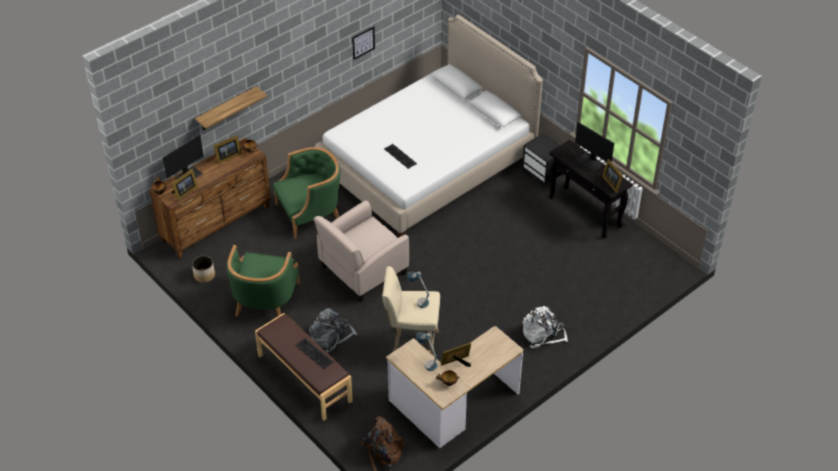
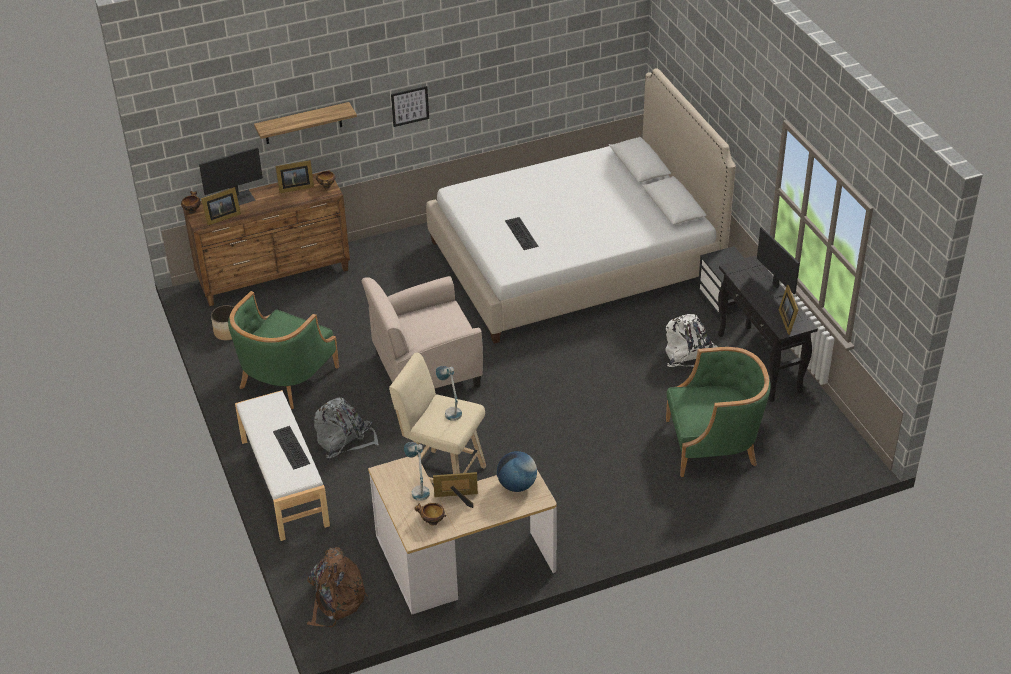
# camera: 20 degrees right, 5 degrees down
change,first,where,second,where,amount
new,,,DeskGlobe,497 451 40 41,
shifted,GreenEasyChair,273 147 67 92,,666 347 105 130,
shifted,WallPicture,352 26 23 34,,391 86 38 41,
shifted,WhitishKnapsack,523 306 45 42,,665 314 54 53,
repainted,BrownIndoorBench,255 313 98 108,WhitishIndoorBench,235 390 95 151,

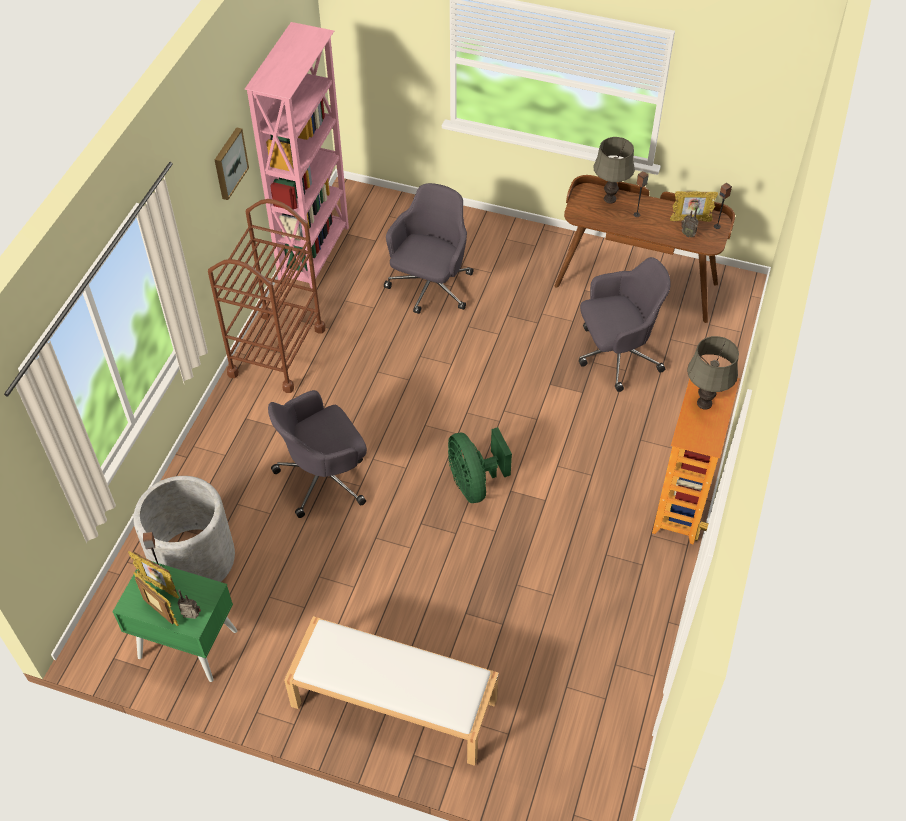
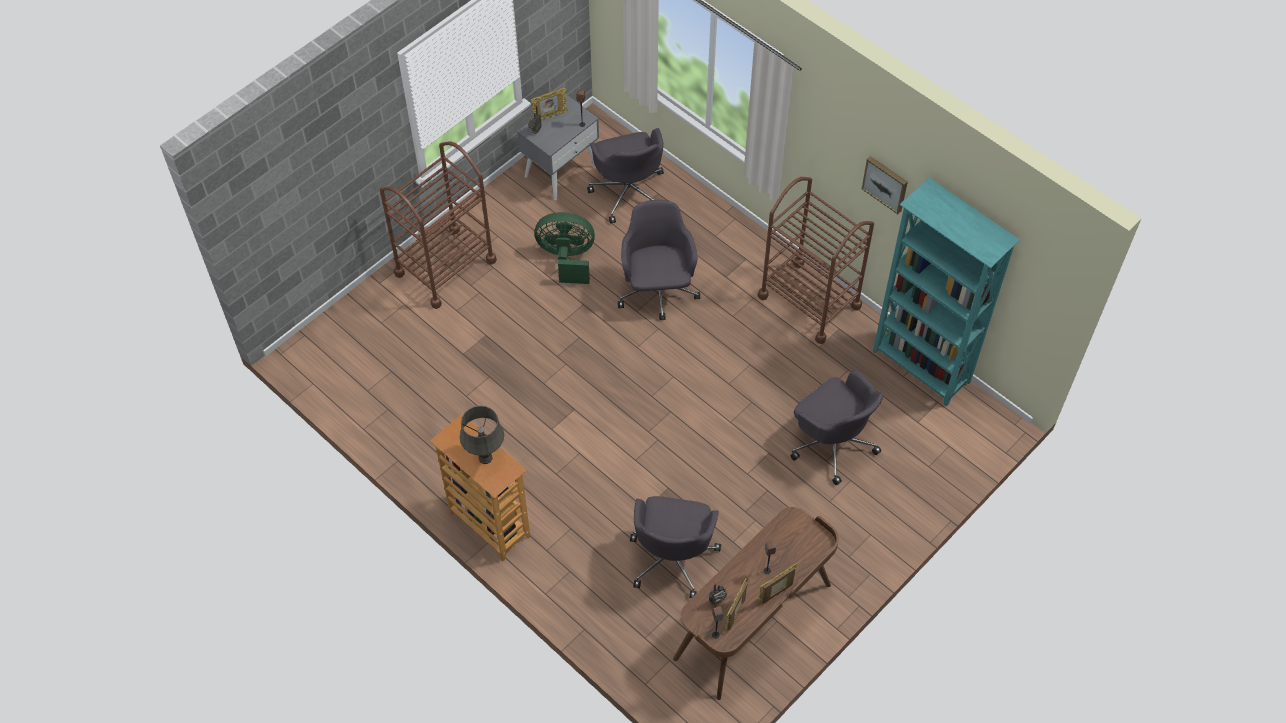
# camera: 115 degrees right, 5 degrees up
change,first,where,second,where,amount
gone,GrayLampForATable,593 137 42 66,,,
shifted,PhotoFrame,128 551 51 47,,757 563 40 42,
shifted,GreenElectricFan,448 427 64 76,,534 212 61 72,
swapped,GrayPlanter,133 476 102 106,GrayComputerChair,587 128 77 96,
swapped,WhitishIndoorBench,284 616 215 150,BrownWheeledCart,380 141 117 168,
repainted,GreenBedsideTable,113 561 124 121,GrayBedsideTable,517 94 82 106,
repainted,PinkishBookshelf,245 22 104 267,BlueGreenBookshelf,873 178 147 228,

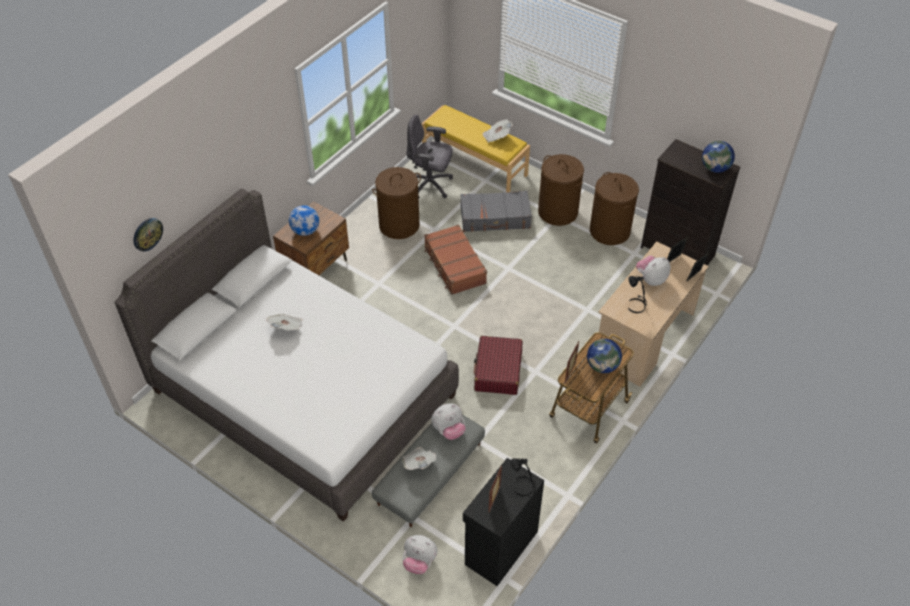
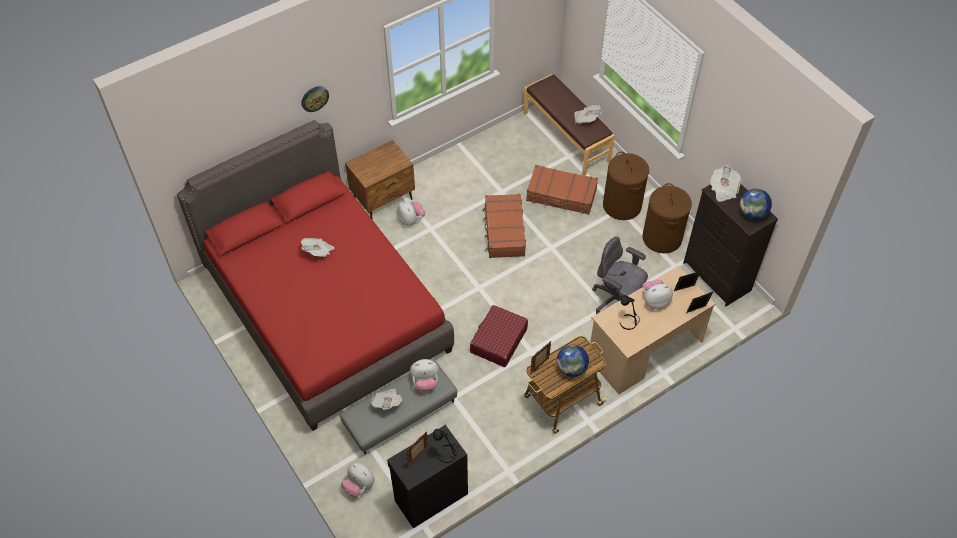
# camera: 20 degrees right, 5 degrees up
change,first,where,second,where,amount
gone,DeskGlobe,289 205 30 31,,,
gone,BrownWashingBasket,372 167 49 72,,,
new,,,CuddlyToy,397 200 28 26,
new,,,Newspaper,710 165 31 36,
shifted,WallClock,133 218 30 34,,301 86 28 26,
shifted,GrayComputerChair,406 115 47 83,,592 236 56 78,
repainted,WhitishBedroomBed,114 189 345 333,ReddishBedroomBed,177 120 277 311,
repainted,YellowishIndoorBench,422 105 108 87,BrownIndoorBench,523 74 92 102,
repainted,GrayPieceOfLuggage,460 191 72 41,BrownPieceOfLuggage,526 165 72 50,

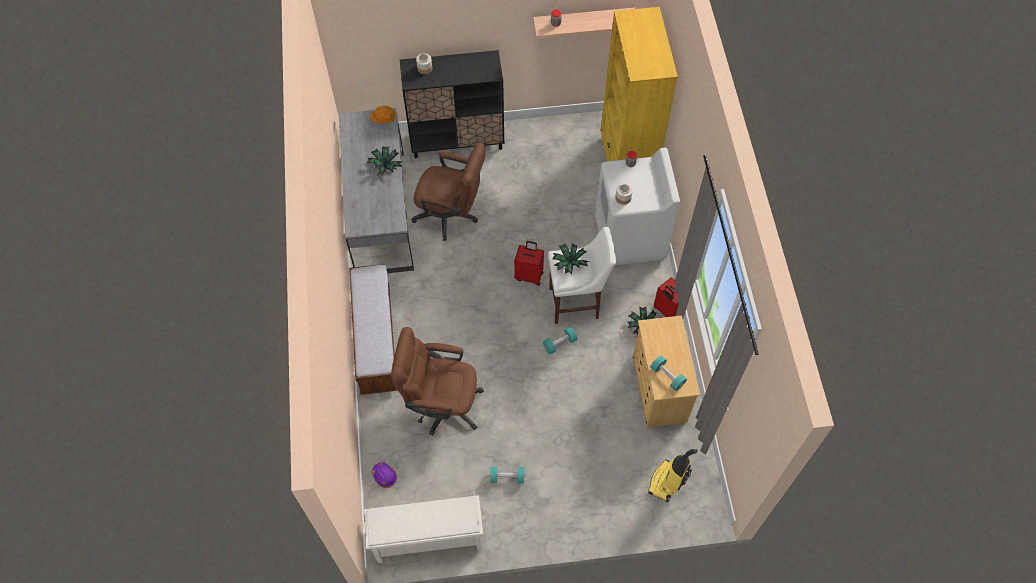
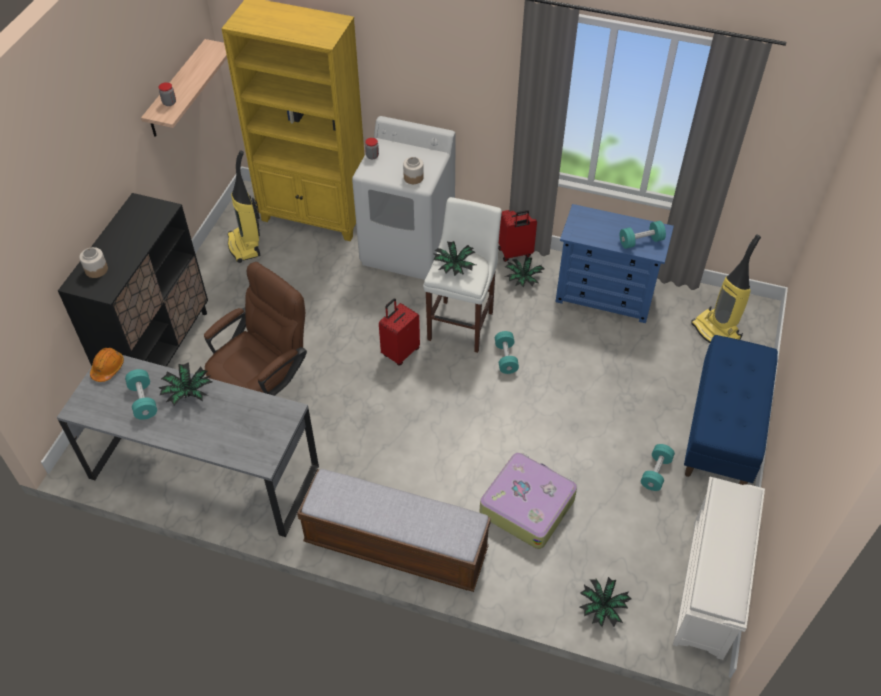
# camera: 65 degrees left, 10 degrees down
change,first,where,second,where,amount
new,,,BlueGreenHandWeight,125 369 32 51,
new,,,Hoover,227 150 34 113,
new,,,BlueColouredIndoorBench,684 335 94 150,
swapped,PurpleColouredWorkHelmet,372 462 25 26,PottedPlant,580 577 51 50,
swapped,BrownComputerChair,391 327 93 108,PieceOfLuggage,480 453 97 96,
repainted,SandColouredDrawerChest,633 316 67 111,BlueColouredDrawerChest,555 204 119 119,

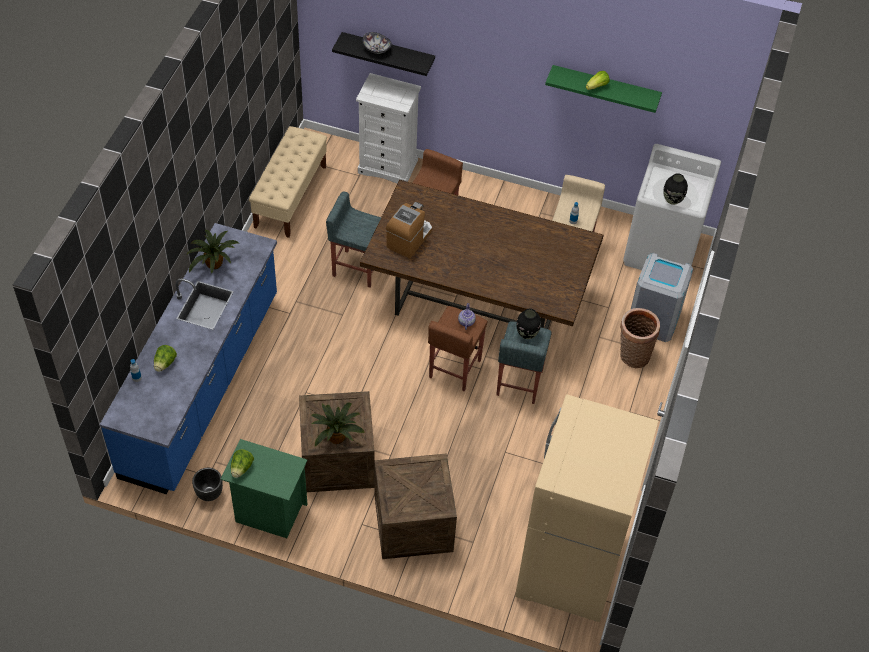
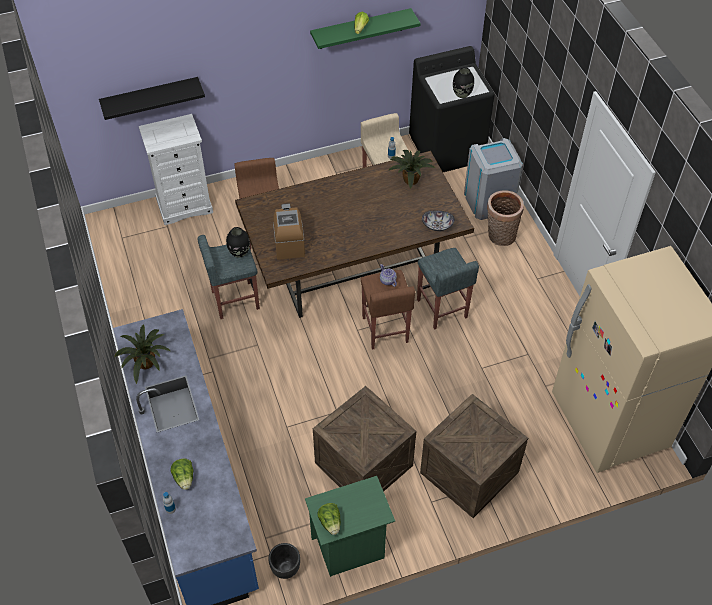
# camera: 35 degrees left, 0 degrees up
change,first,where,second,where,amount
gone,SandColouredIndoorBench,249 126 78 112,,,
shifted,PottedPlant,311 403 54 44,,389 150 46 39,
shifted,DeepDish,362 32 30 22,,422 210 33 21,
shifted,BlackColouredFlowerVase,516 309 25 30,,226 227 24 31,
repainted,WhitishLaundryAppliance,623 144 98 126,BlackColouredLaundryAppliance,409 46 86 126,

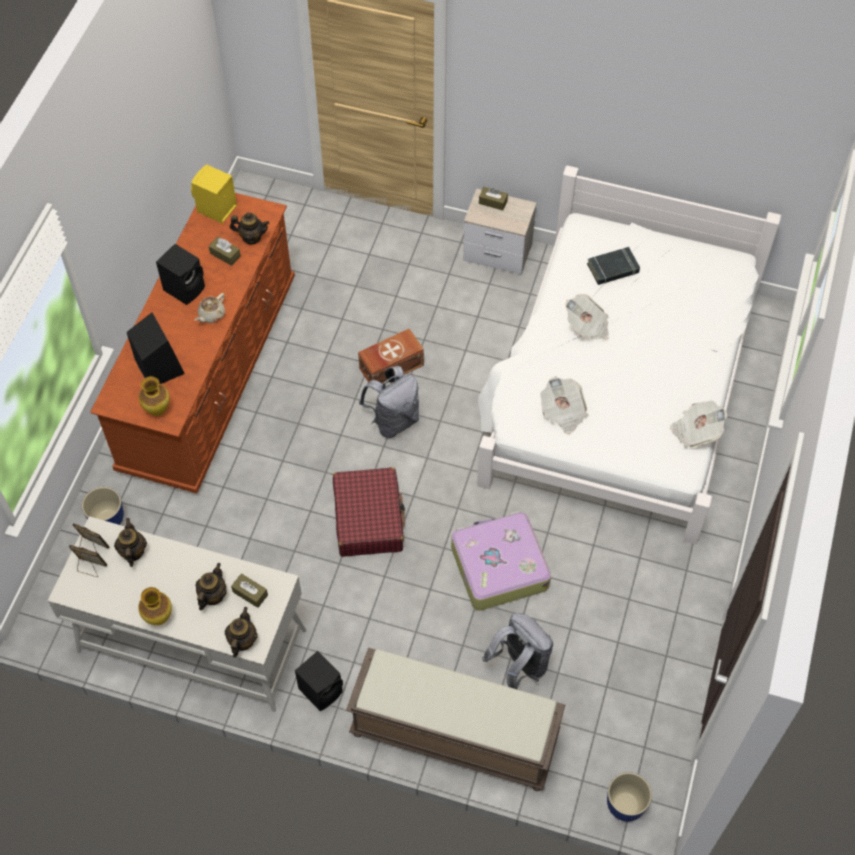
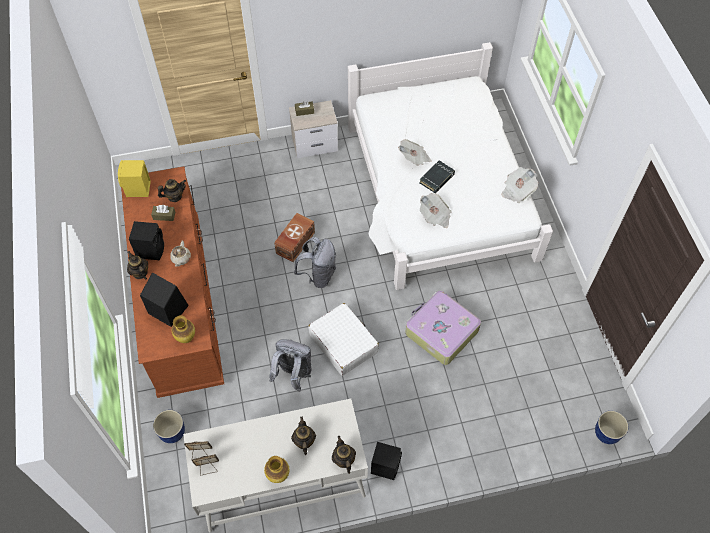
# camera: 30 degrees left, 0 degrees up
change,first,where,second,where,amount
gone,BrownTissueBox,231 573 37 35,,,
gone,BrownIndoorBench,346 648 219 143,,,
shifted,Teapot,114 518 33 49,,127 251 21 28,
shifted,GrayKnapsack,482 613 71 77,,269 339 43 53,
shifted,BlackColouredBook,587 247 53 38,,419 160 36 33,
repainted,ReddishPieceOfLuggage,333 467 72 90,WhitishPieceOfLuggage,308 303 71 73,

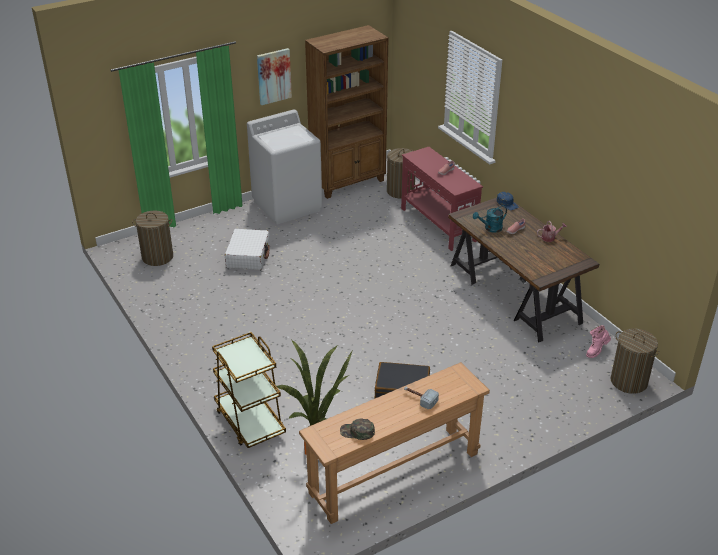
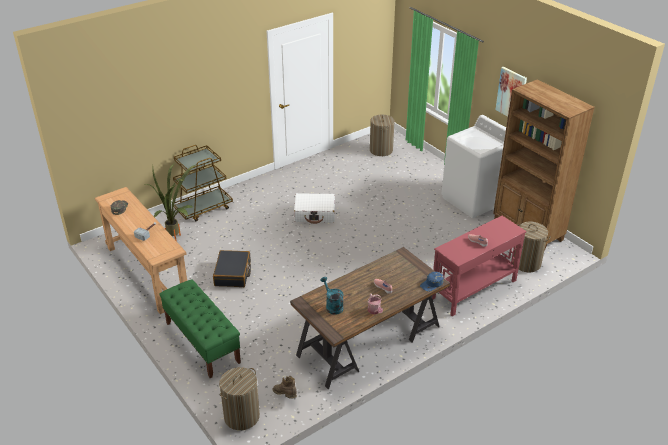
# camera: 85 degrees right, 0 degrees up
change,first,where,second,where,amount
new,,,GreenIndoorBench,159 279 82 99,
shifted,WhitishPieceOfLuggage,225 229 45 41,,294 193 41 31,
shifted,BlueGreenSprinklingCan,473 206 34 26,,320 277 24 38,
repainted,PinkishHighTopBoot,586 325 25 33,BrownHighTopBoot,273 376 24 23,

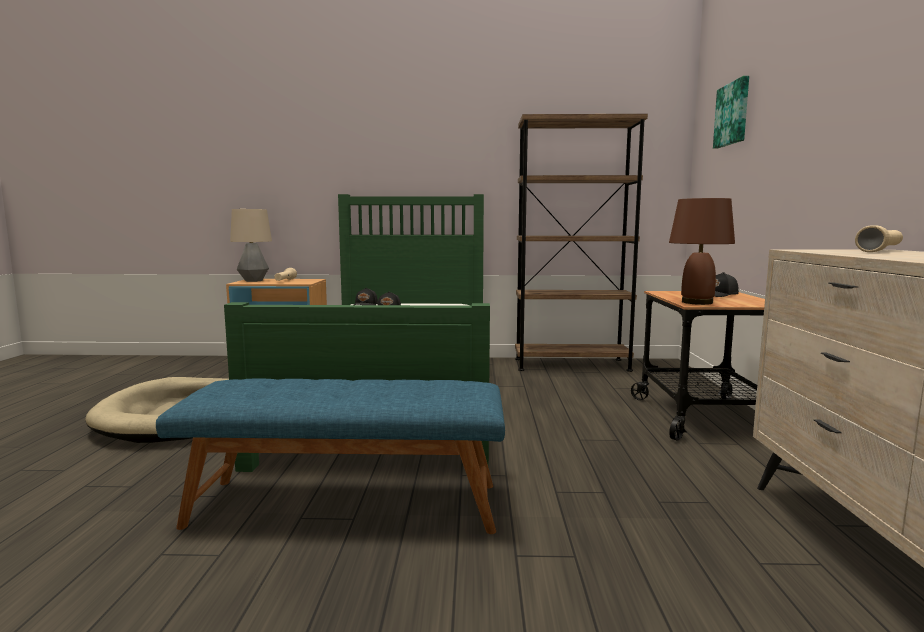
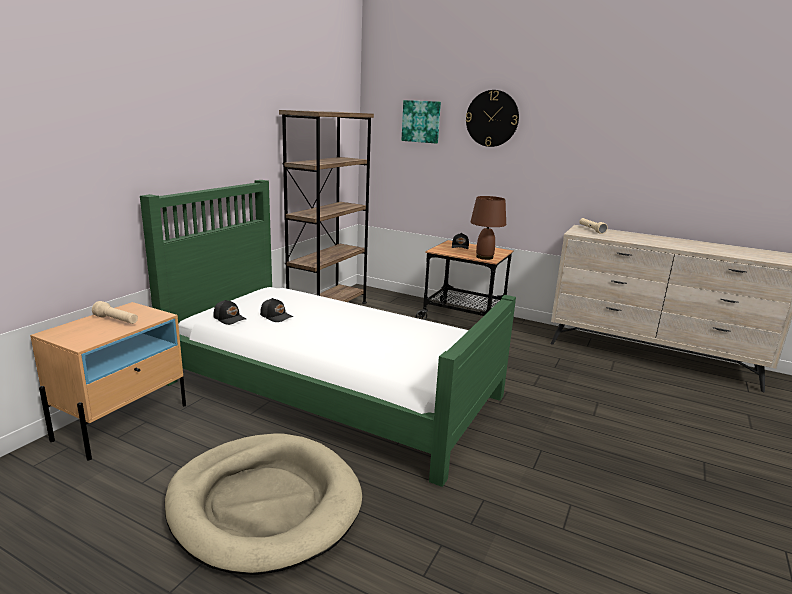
# camera: 65 degrees left, 10 degrees up
change,first,where,second,where,amount
gone,BlueColouredIndoorBench,156 379 349 155,,,
gone,LampForATable,230 209 42 73,,,
new,,,WallClock,466 90 53 57,

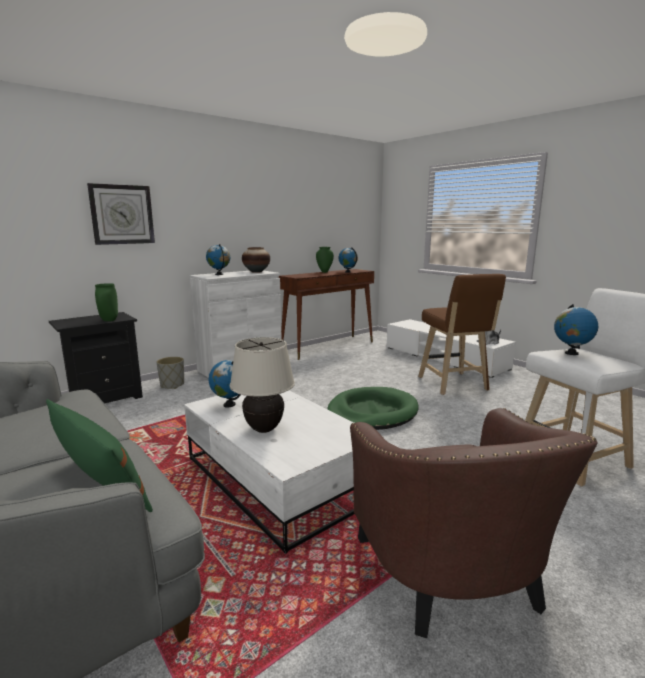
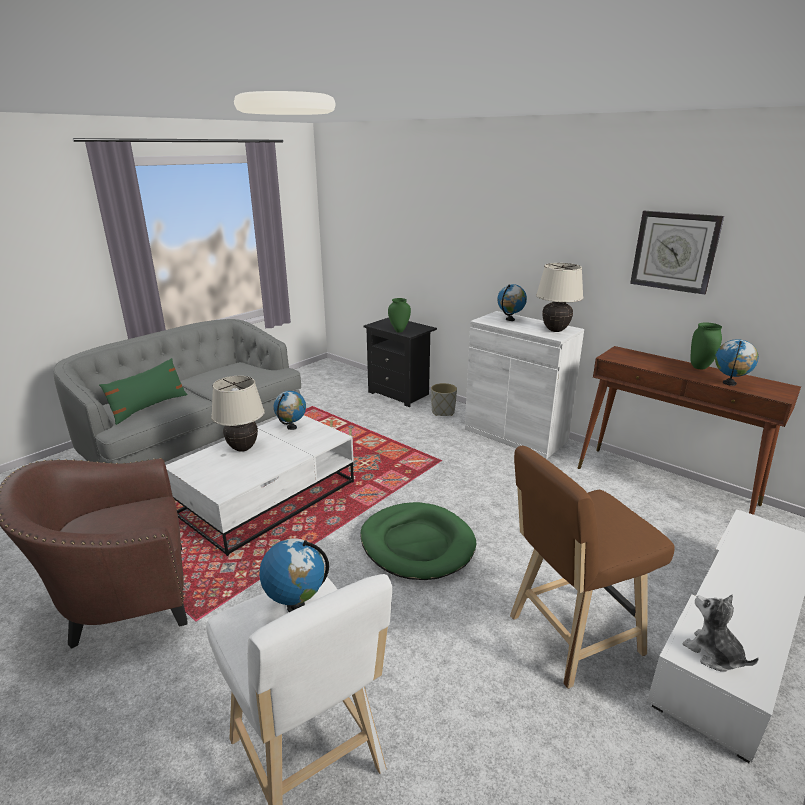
# camera: 80 degrees right, 10 degrees up
change,first,where,second,where,amount
shifted,WallClock,87 183 68 62,,630 211 94 84,
swapped,FlowerVase,242 247 28 26,SandColouredLampForATable,536 263 48 69,

